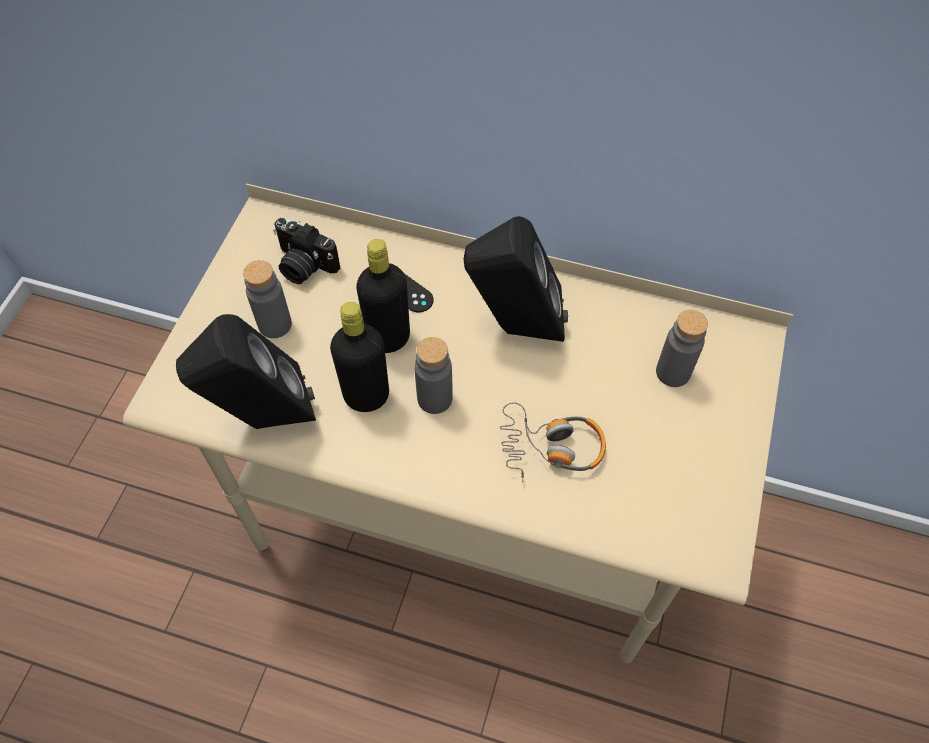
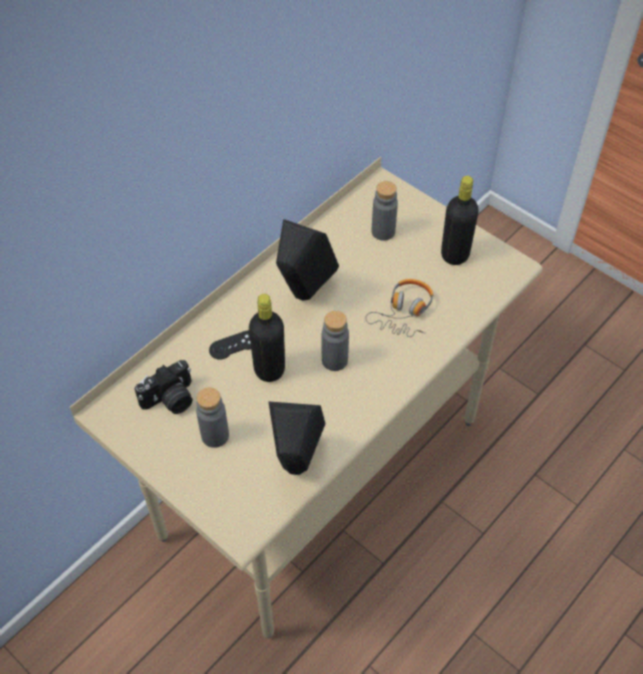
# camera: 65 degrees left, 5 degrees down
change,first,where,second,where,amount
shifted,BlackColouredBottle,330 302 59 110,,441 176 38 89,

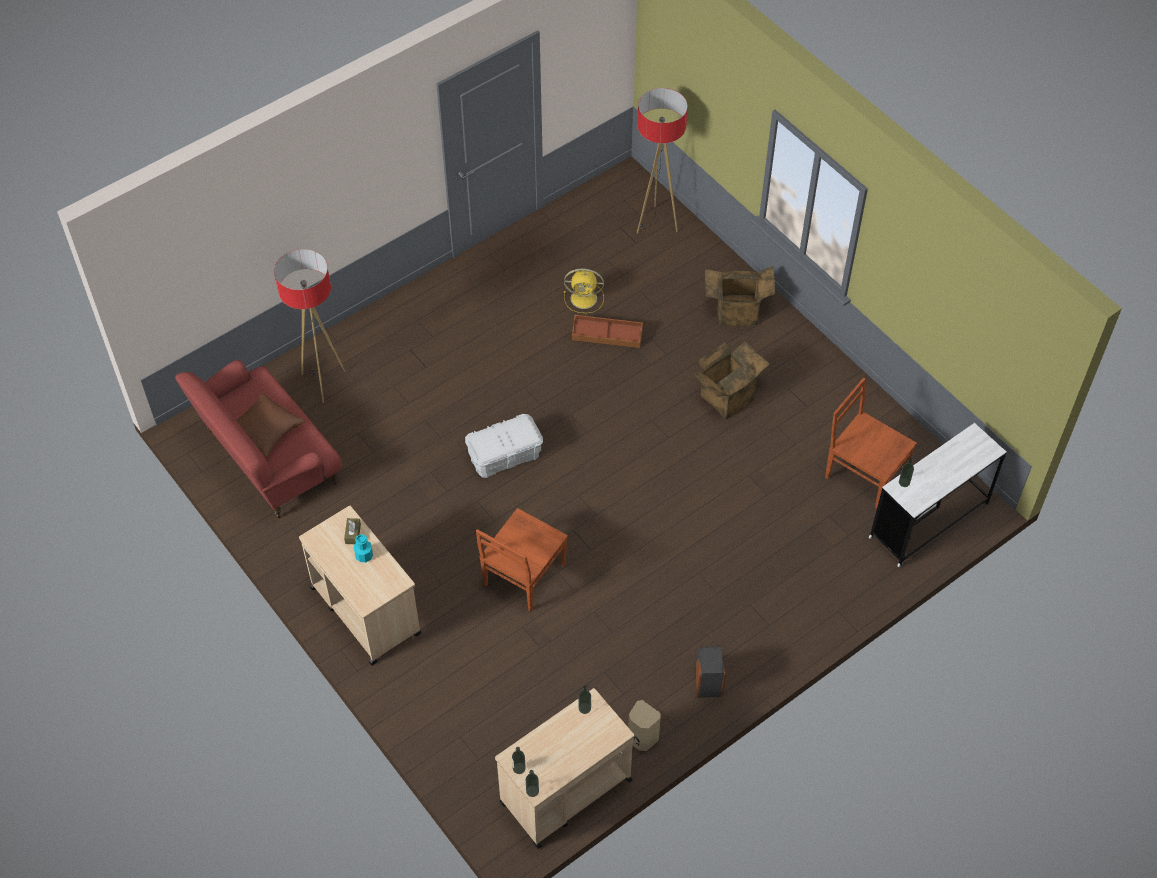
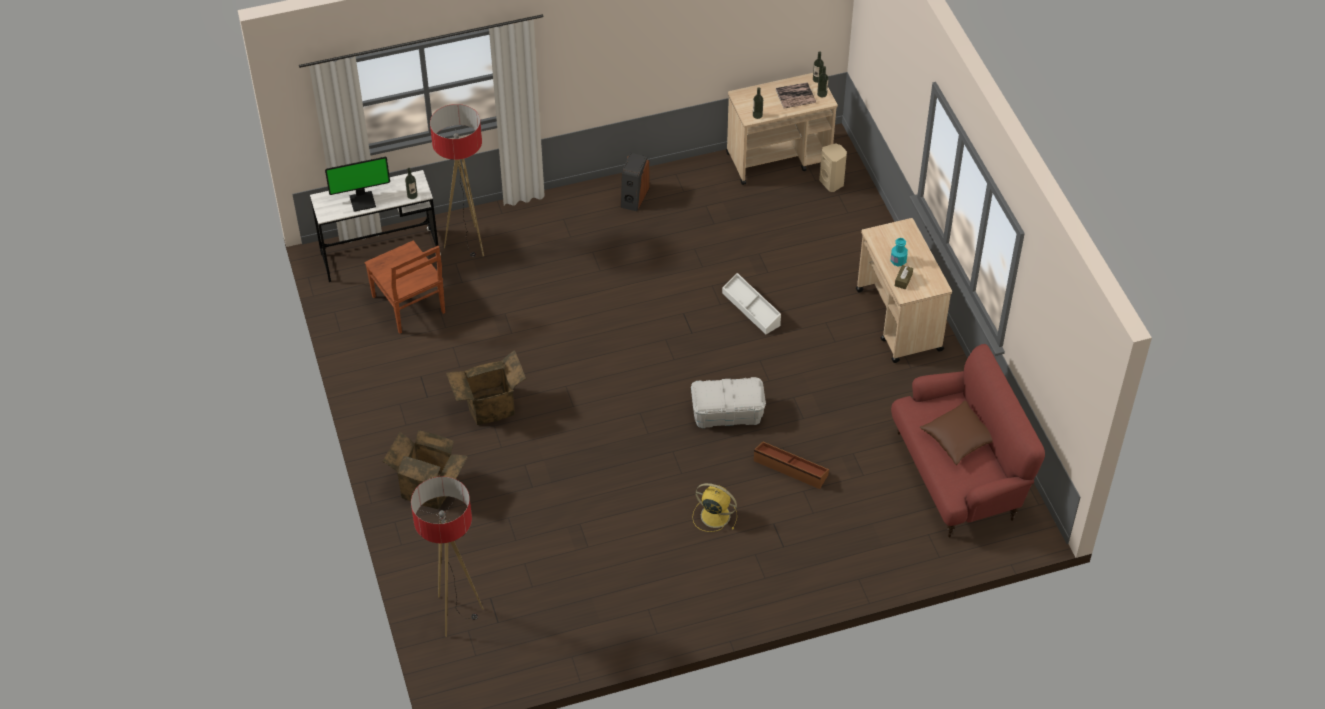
# camera: 160 degrees left, 5 degrees down
change,first,where,second,where,amount
new,,,ComputerDisplay,325 157 65 55,
new,,,Book,776 82 40 27,
shifted,StandingLamp,274 249 71 154,,430 104 54 153,
shifted,YellowishElectricFan,564 269 40 44,,692 483 45 49,
shifted,BrownStorageBox,572 315 71 33,,754 442 75 47,
shifted,SandColouredLoudspeaker,628 700 33 51,,819 143 28 49,
swapped,BrownChair,476 508 92 104,WhitishStorageBox,722 273 59 61,

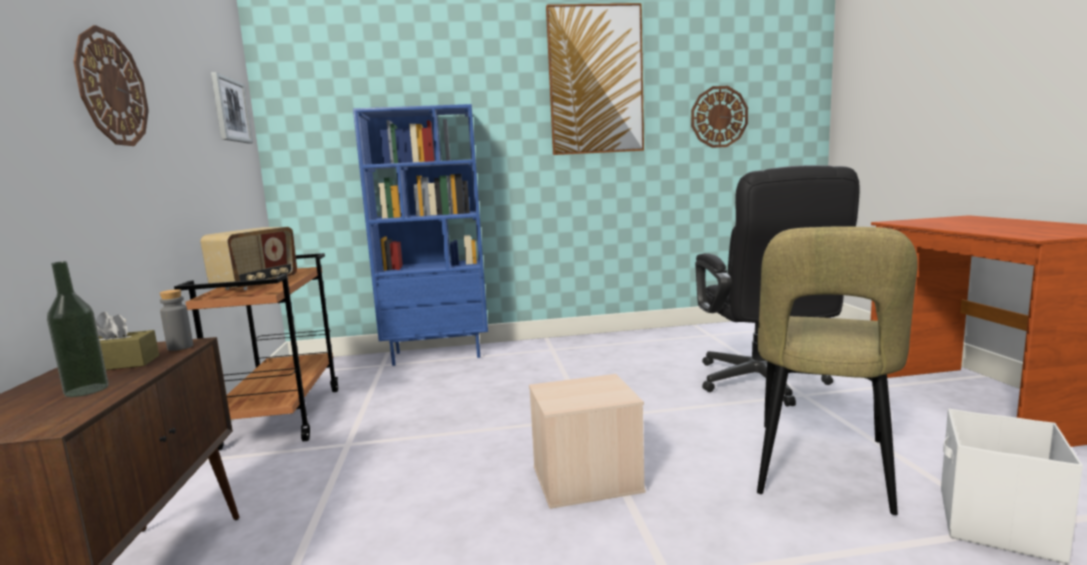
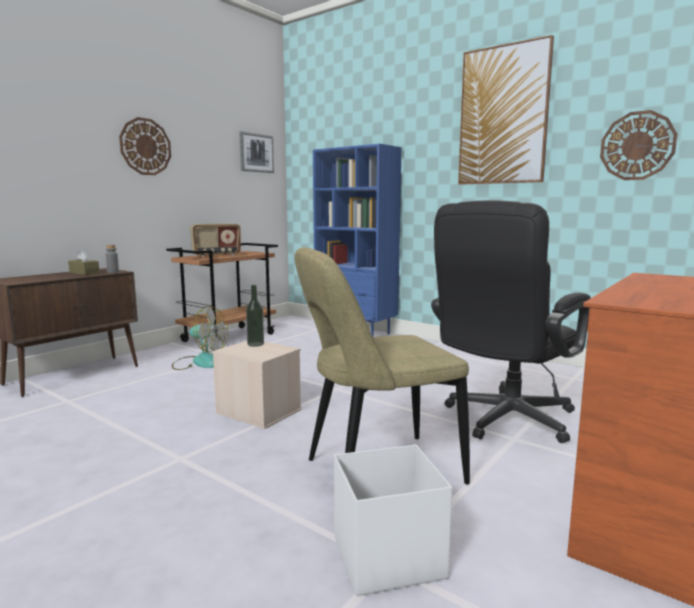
# camera: 45 degrees right, 0 degrees up
change,first,where,second,where,amount
new,,,ElectricFan,172 306 56 64,
shifted,Bottle,47 261 62 136,,246 285 18 62,

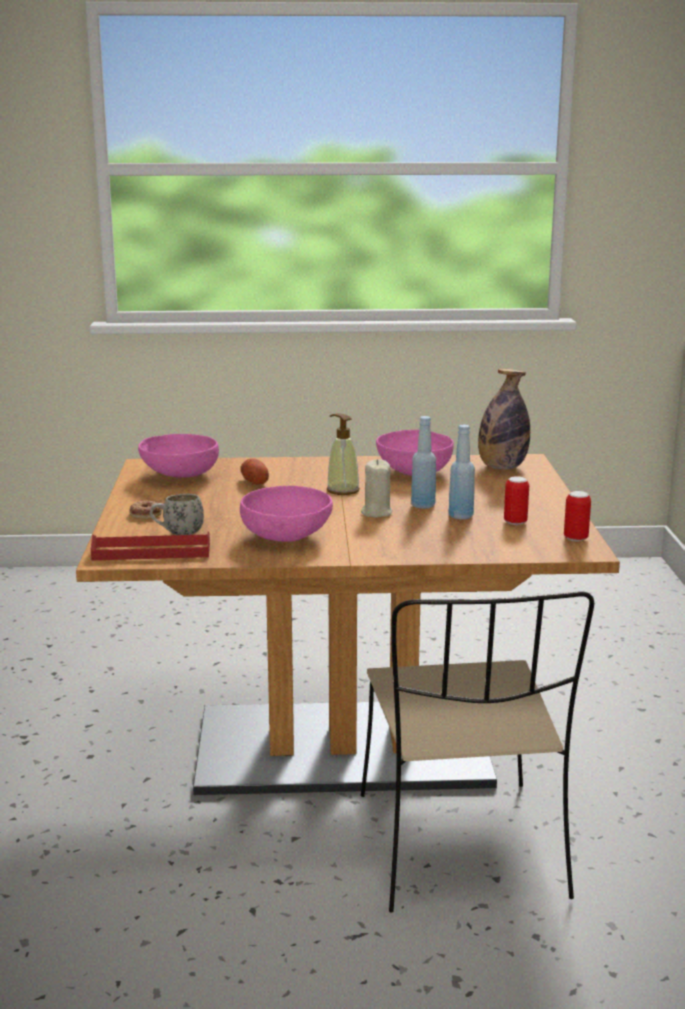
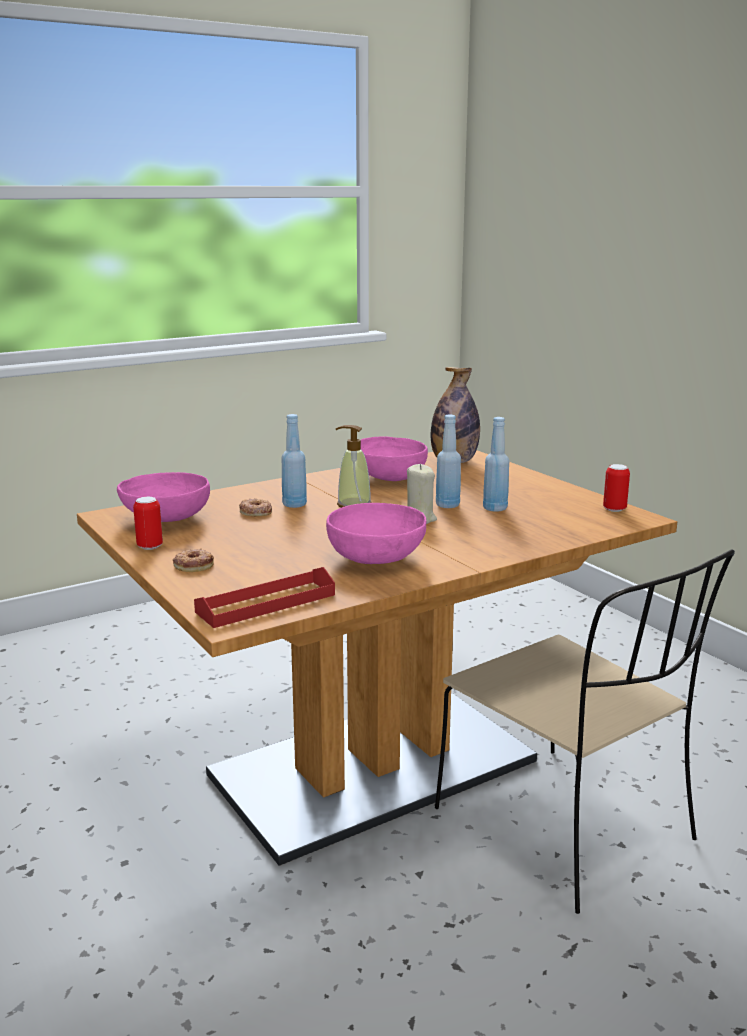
# camera: 30 degrees left, 0 degrees up
change,first,where,second,where,amount
gone,WhitishTeaMug,149 494 55 41,,,
new,,,BlueColouredBottle,281 414 26 94,
shifted,Can,504 476 25 49,,133 497 30 53,
swapped,Potato,241 458 28 27,RingDoughnut,239 498 33 18,

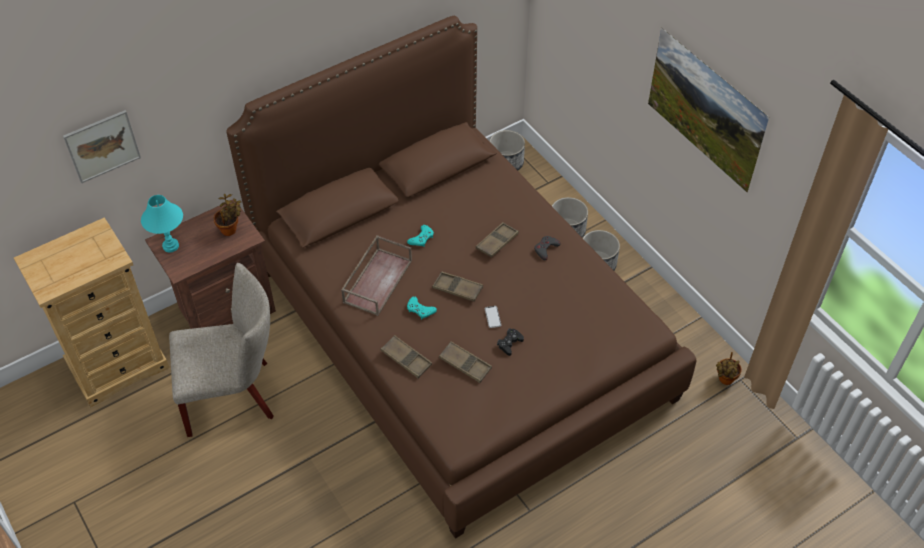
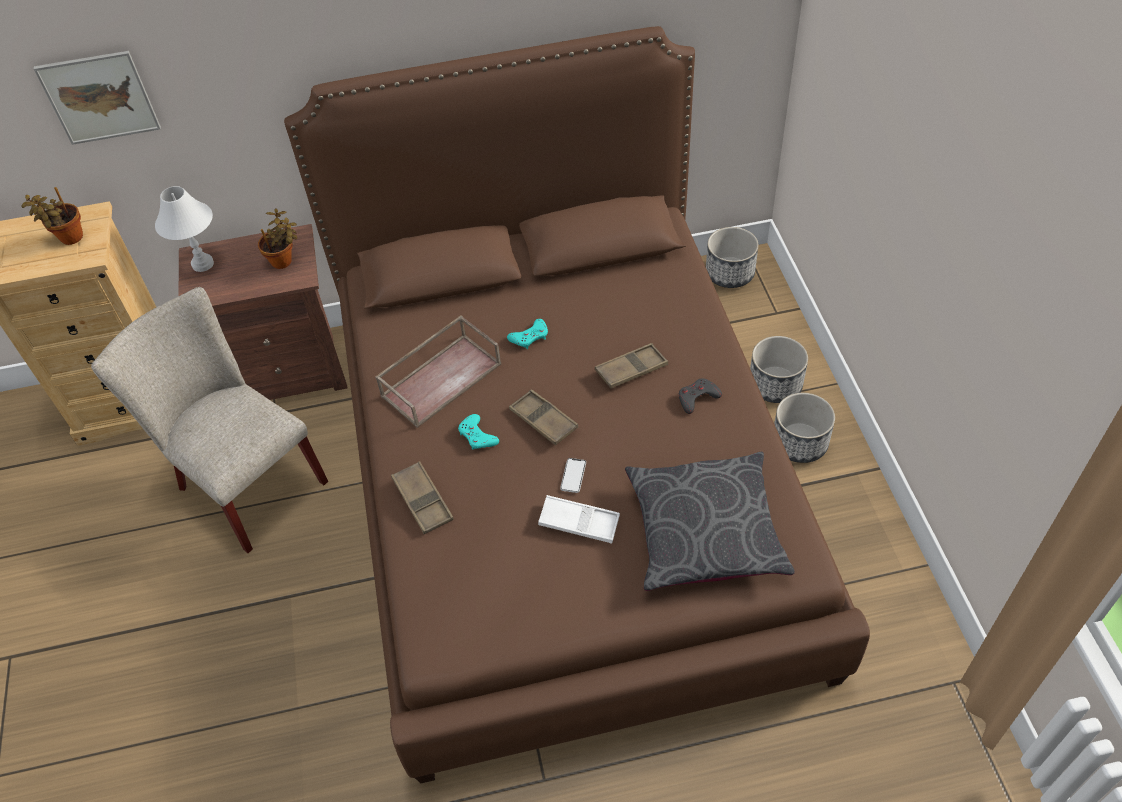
# camera: 25 degrees right, 0 degrees up
change,first,where,second,where,amount
gone,BrownServingTray,439 341 53 42,,,
gone,WallPicture,648 28 121 165,,,
new,,,GrayThrowPillow,625 452 170 139,
shifted,PottedPlant,716 352 26 33,,22 187 61 58,
swapped,BlackColouredJoypad,497 328 27 28,WhitishServingTray,538 495 82 49,
repainted,BlueGreenLampForATable,141 195 42 57,WhitishLampForATable,155 186 59 86,
rotated,SandColouredChair,169 263 105 174,,91 287 237 266,150 degrees counterclockwise

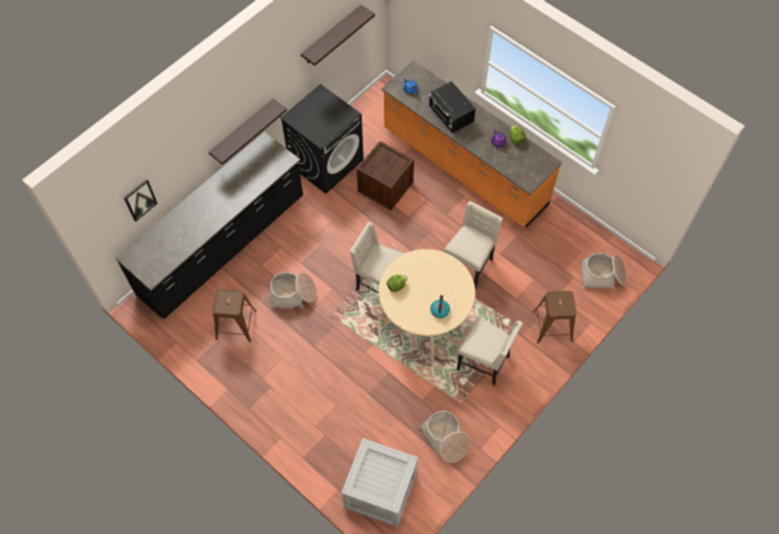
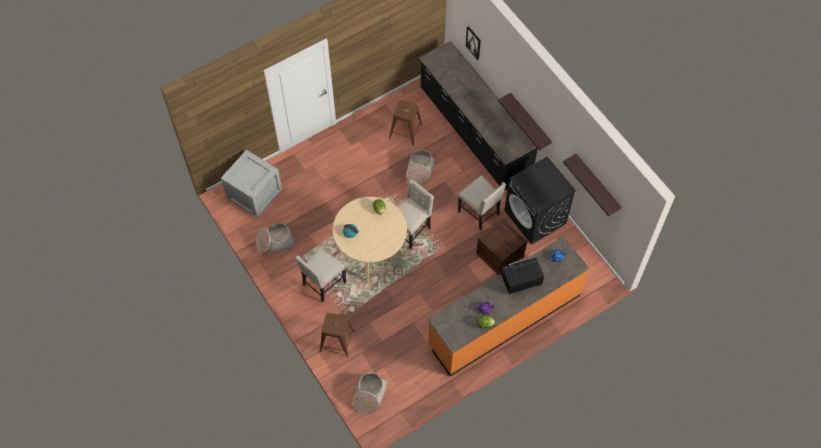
# camera: 105 degrees right, 0 degrees up
change,first,where,second,where,amount
shifted,SandColouredChair,444 201 59 88,,458 175 48 56,

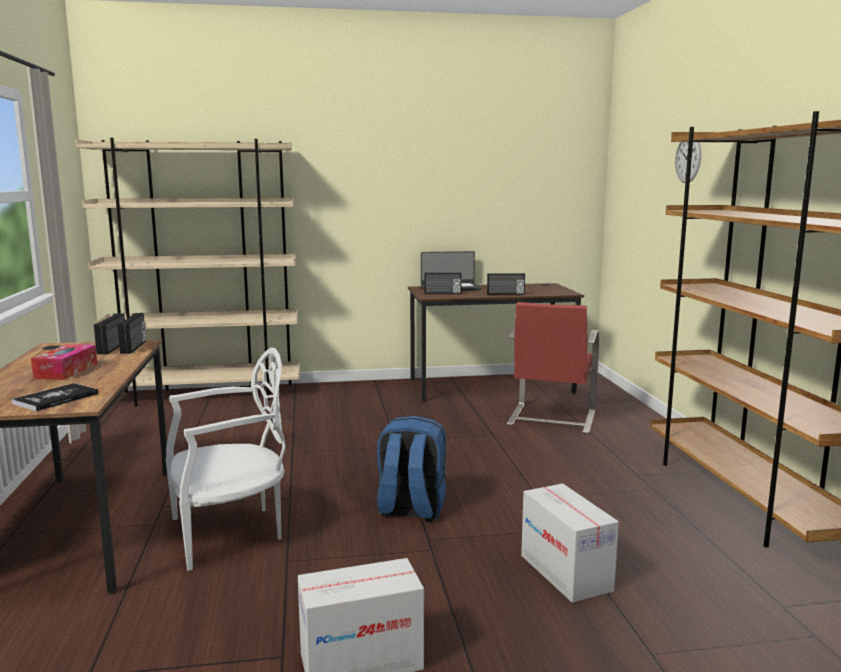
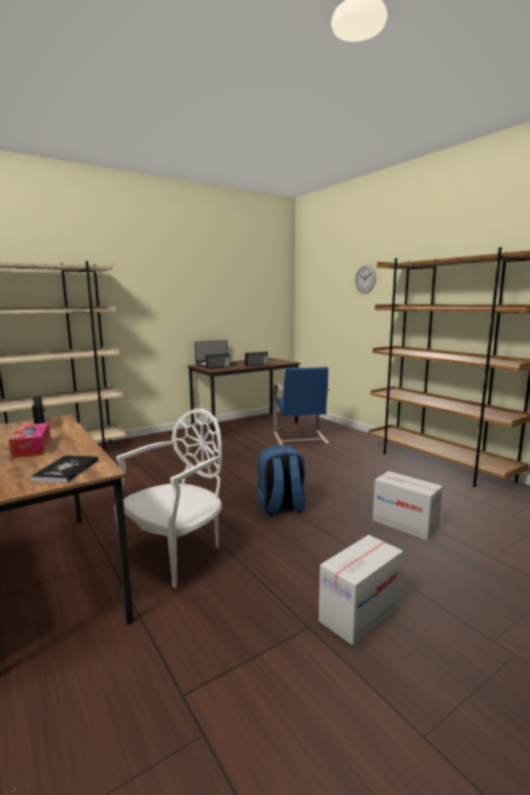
# camera: 25 degrees left, 0 degrees up
change,first,where,second,where,amount
gone,RadioReceiver,117 313 29 41,,,
repainted,ReddishChair,506 302 93 132,BlueColouredChair,273 367 58 78,

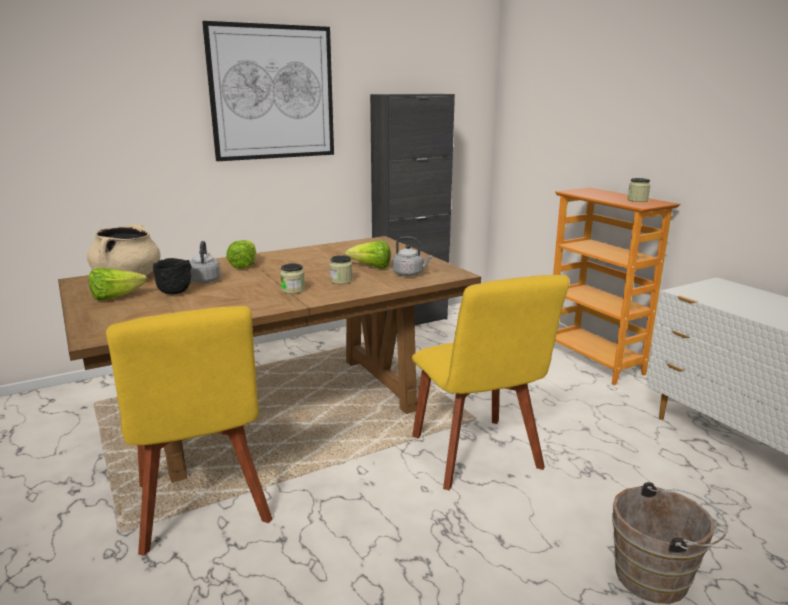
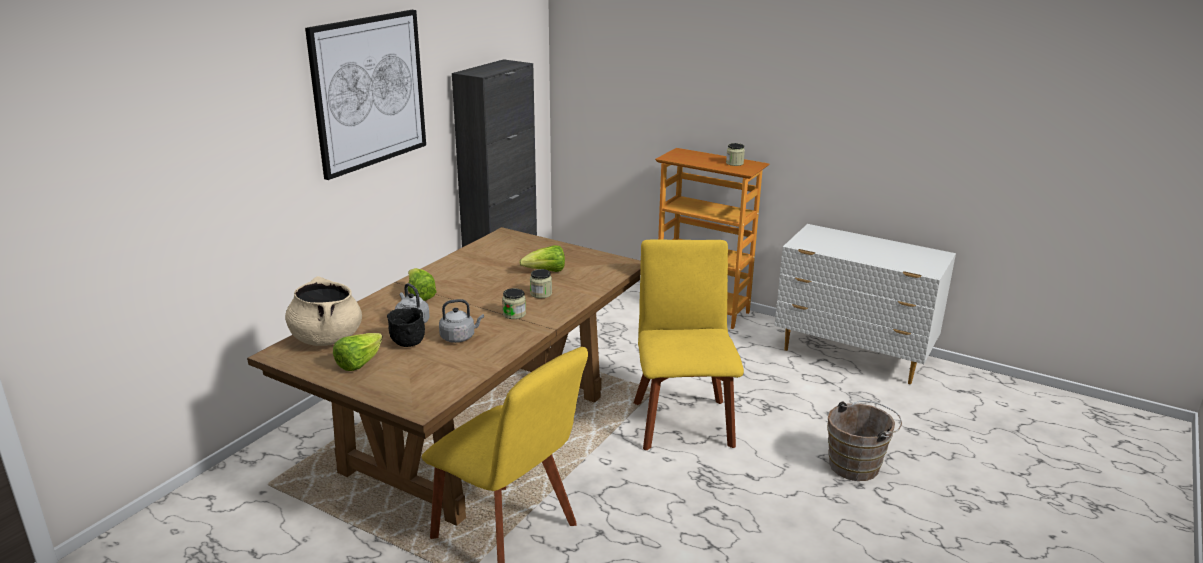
# camera: 30 degrees left, 5 degrees up
change,first,where,second,where,amount
shifted,GrayKettle,393 236 39 40,,439 299 45 44,
rotated,YellowishChair,412 275 158 215,,634 239 110 211,135 degrees counterclockwise

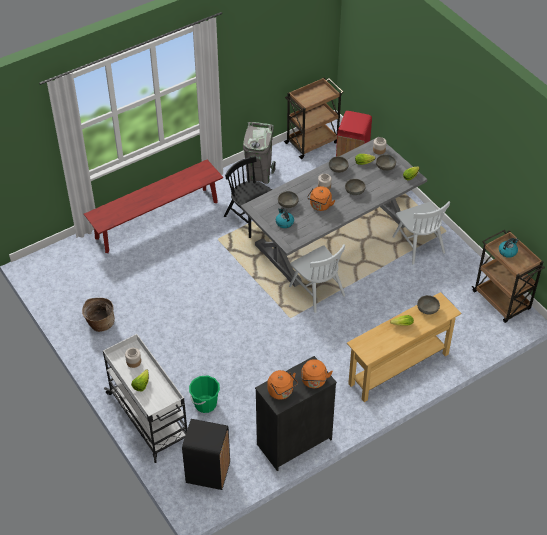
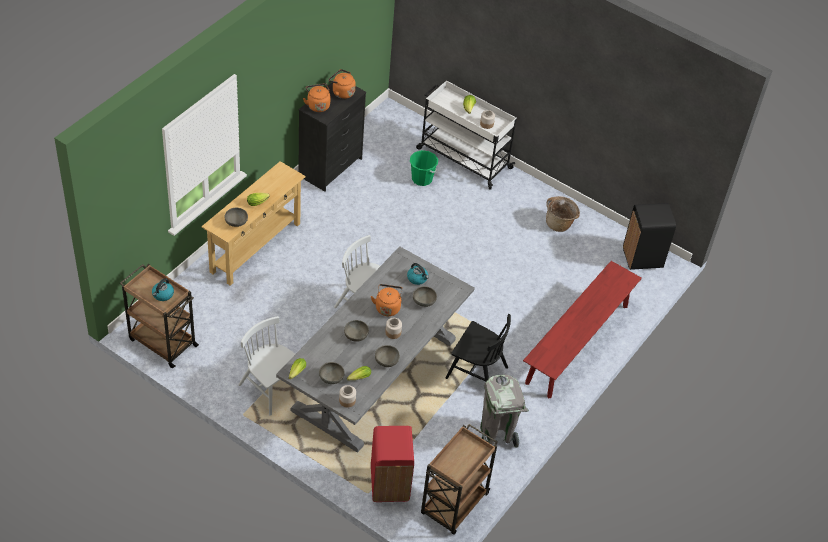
# camera: 155 degrees right, 0 degrees up
change,first,where,second,where,amount
shifted,BlackColouredRubbishBin,182 419 48 71,,623 203 53 67,

